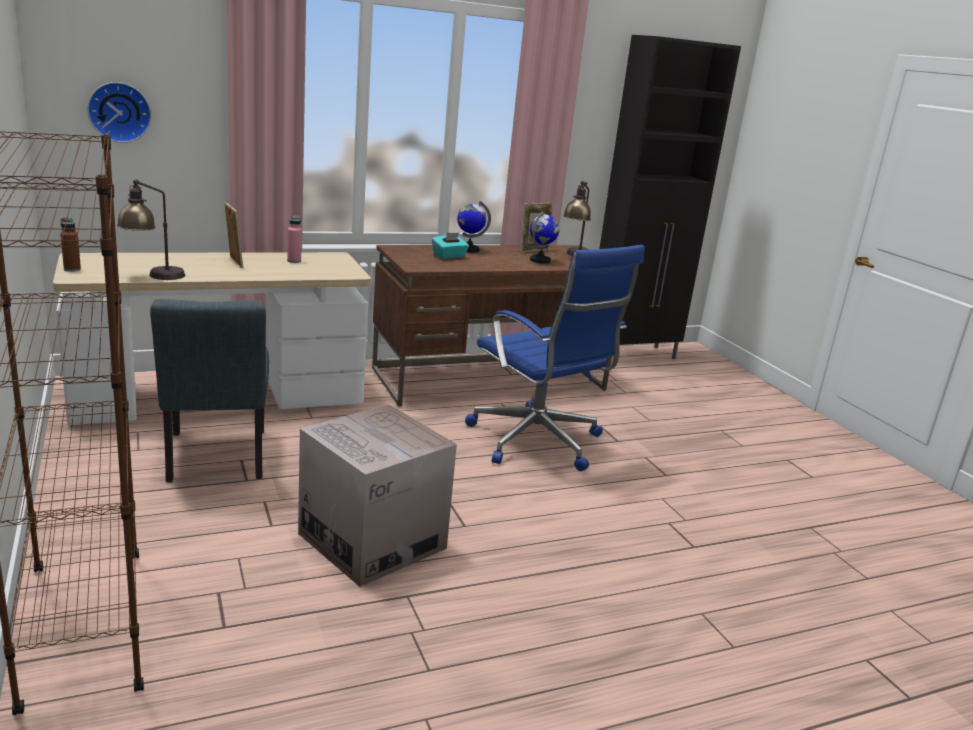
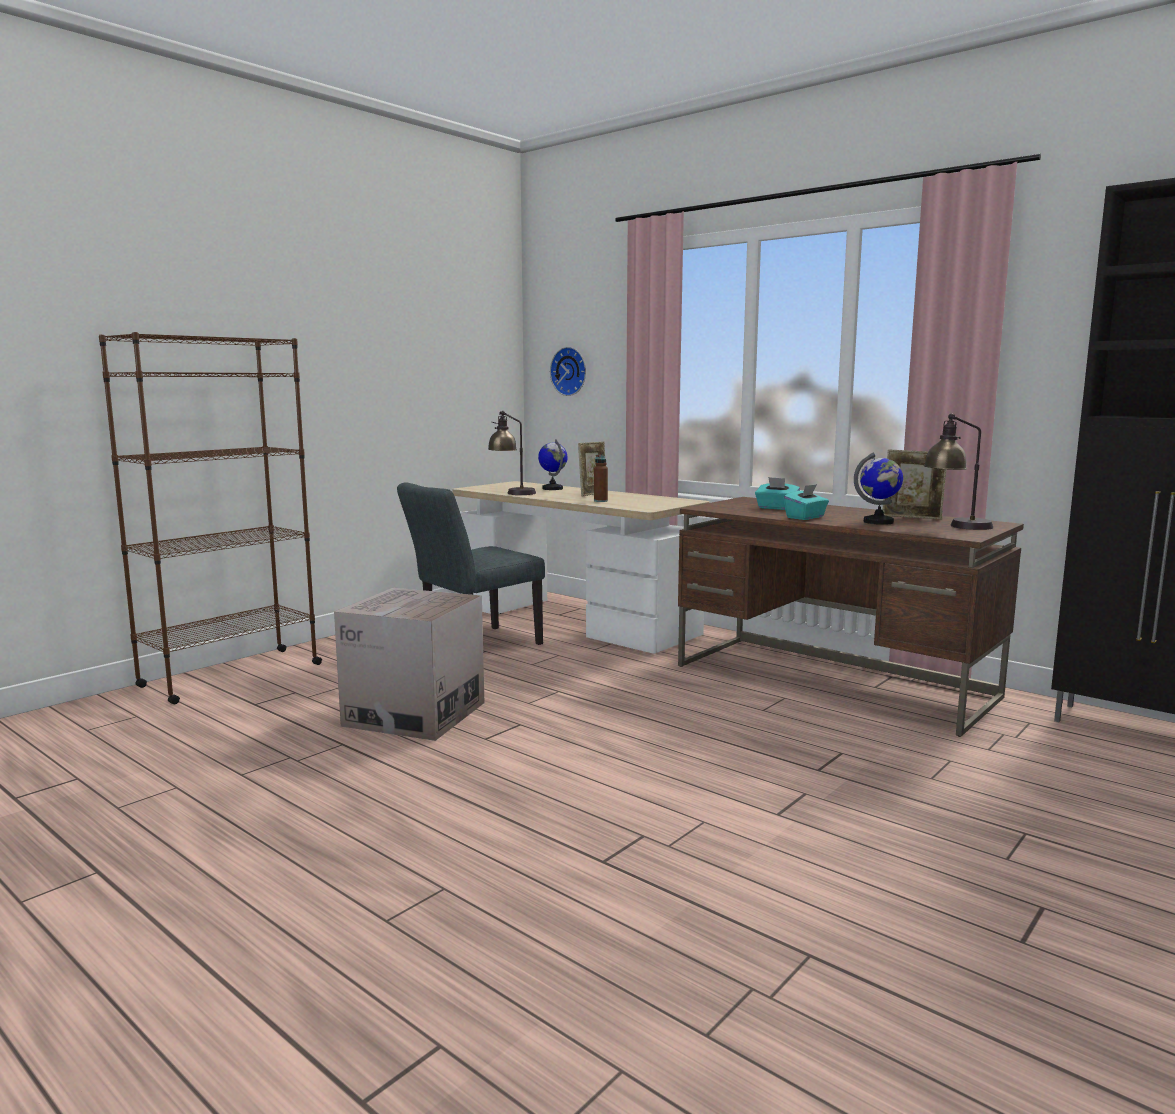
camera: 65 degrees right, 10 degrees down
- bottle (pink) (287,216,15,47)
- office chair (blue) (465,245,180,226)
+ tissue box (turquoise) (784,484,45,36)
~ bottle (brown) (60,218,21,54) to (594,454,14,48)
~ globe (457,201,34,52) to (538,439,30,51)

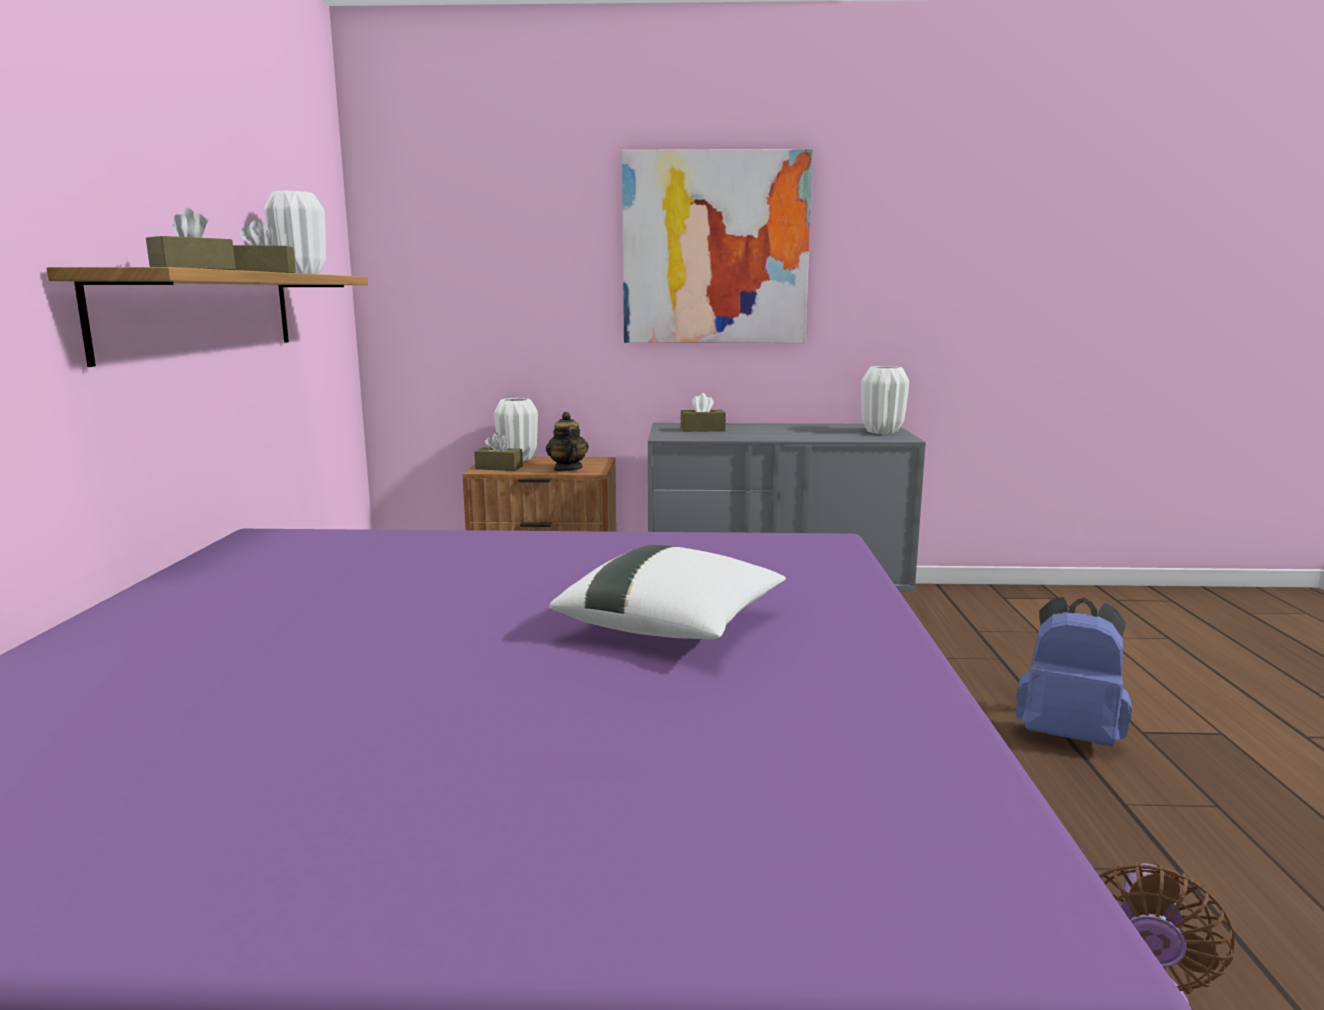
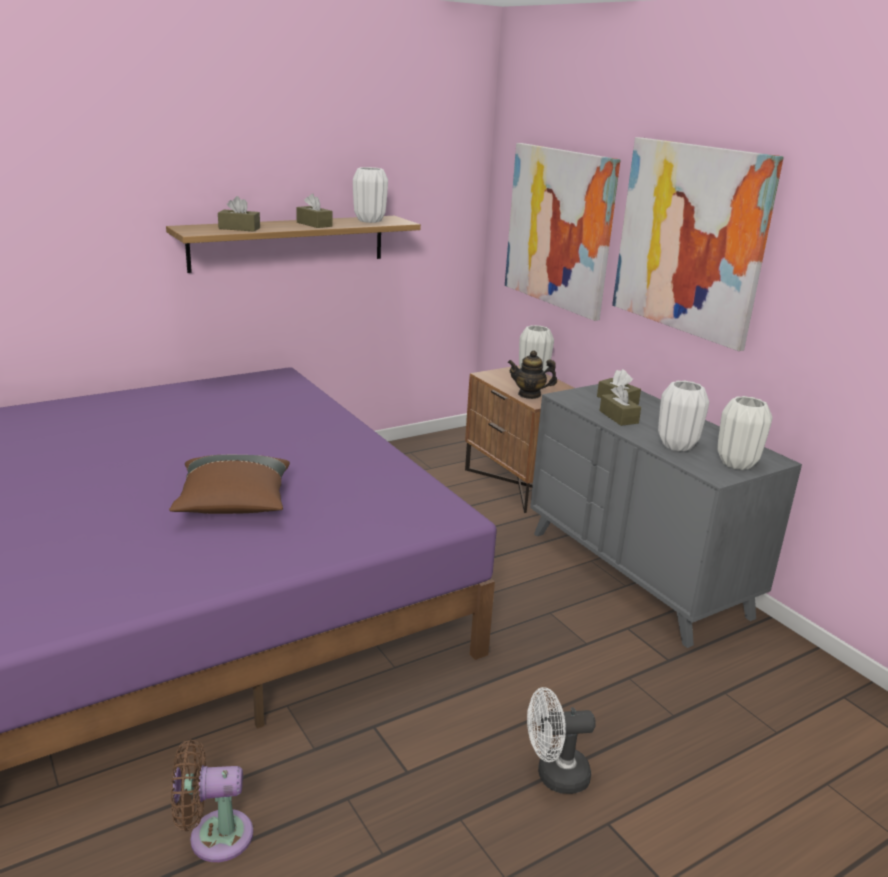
camera: 55 degrees right, 10 degrees up
+ picture (505,143,115,178)
+ vase (white) (658,381,51,70)
~ tissue box (brown) (474,432,49,39) to (599,385,42,41)
~ backpack (blue) (1016,597,116,149) to fan (white) (527,687,69,107)
~ pillow (white) (549,545,237,94) to pillow (brown) (169,455,121,59)
~ teapot (546,412,43,59) = (508,351,49,48) 120 degrees counterclockwise

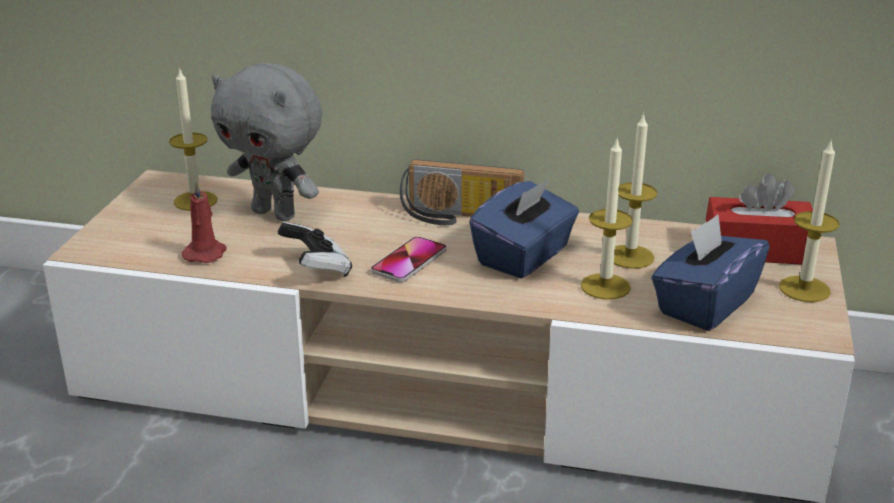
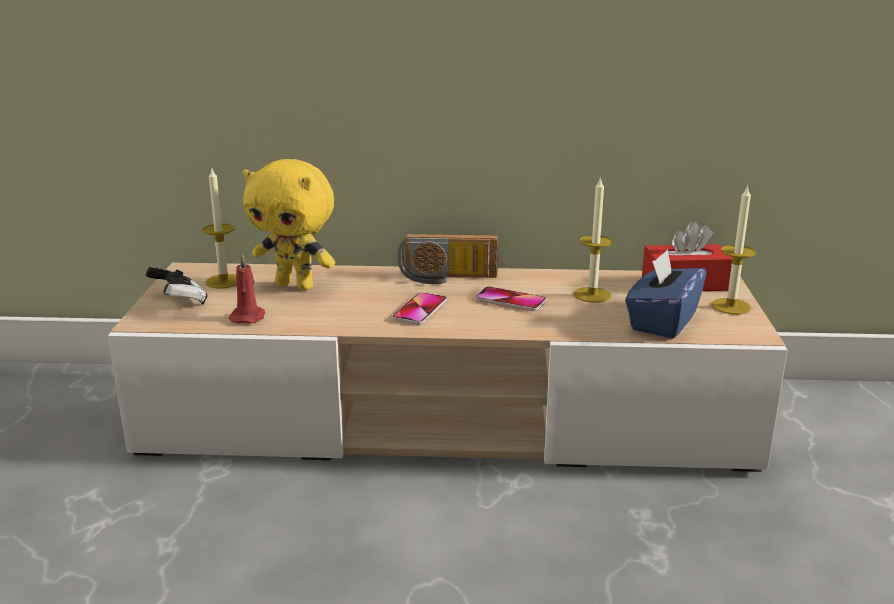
camera: 10 degrees left, 5 degrees down
- candle (581,137,52,163)
~ game controller (278,222,74,55) to (146,267,61,38)
~ tissue box (blue) (469,178,110,100) to phone (475,287,71,24)
~ plush toy (grey) (211,63,111,158) to plush toy (yellow) (243,159,92,131)

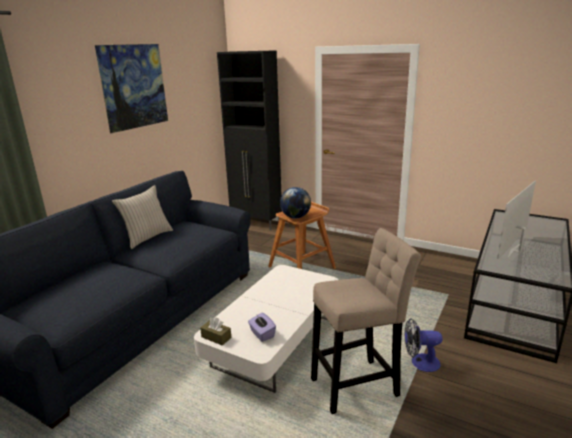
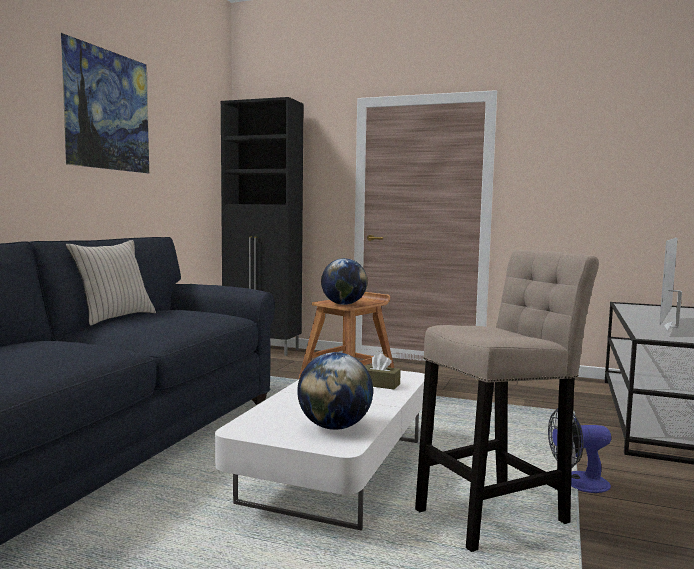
camera: 10 degrees left, 15 degrees down
~ tissue box (brown) (200,317,31,29) to (365,354,36,36)
~ tissue box (purple) (248,313,28,29) to globe (297,352,76,78)

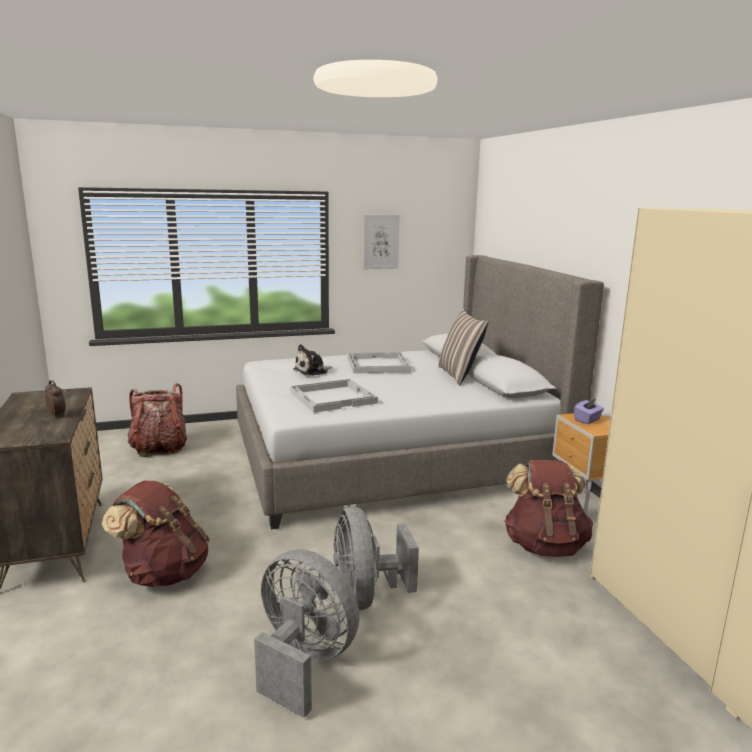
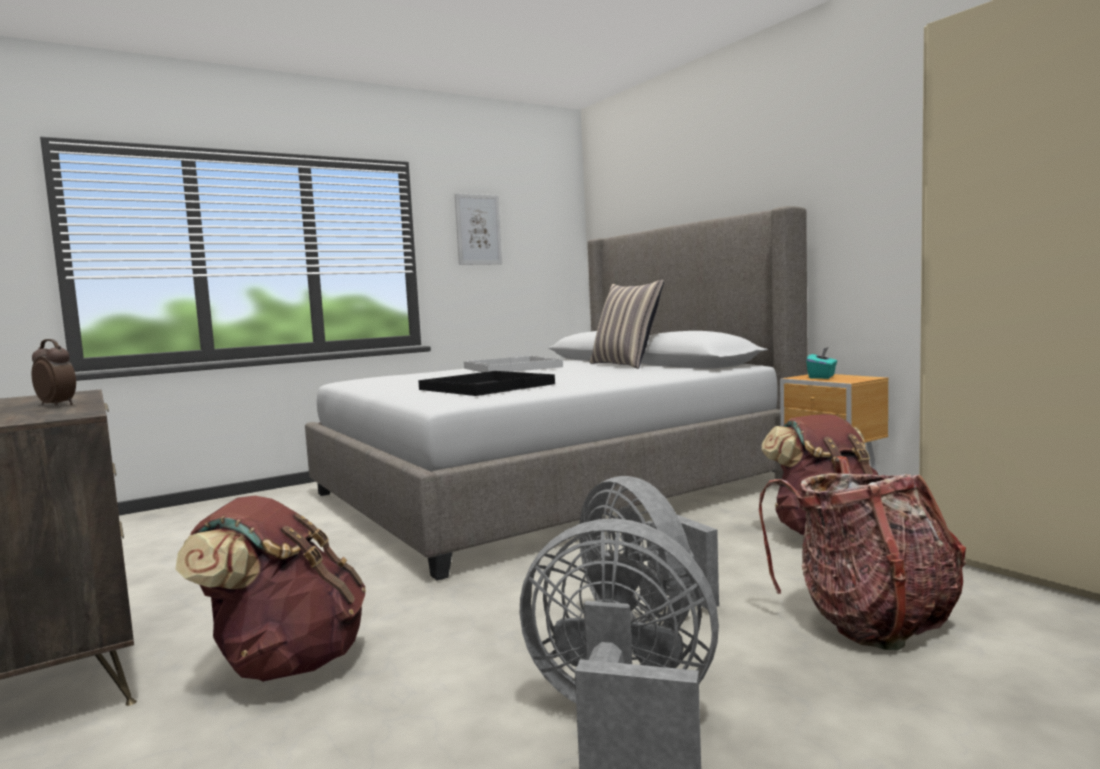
camera: 15 degrees left, 10 degrees down
- plush toy (294,344,38,32)
~ backpack (128,383,59,74) to (759,456,207,194)
~ tray (white) (290,379,88,34) to tray (black) (418,371,137,25)
~ tissue box (purple) (574,398,30,26) to tissue box (turquoise) (806,347,31,32)

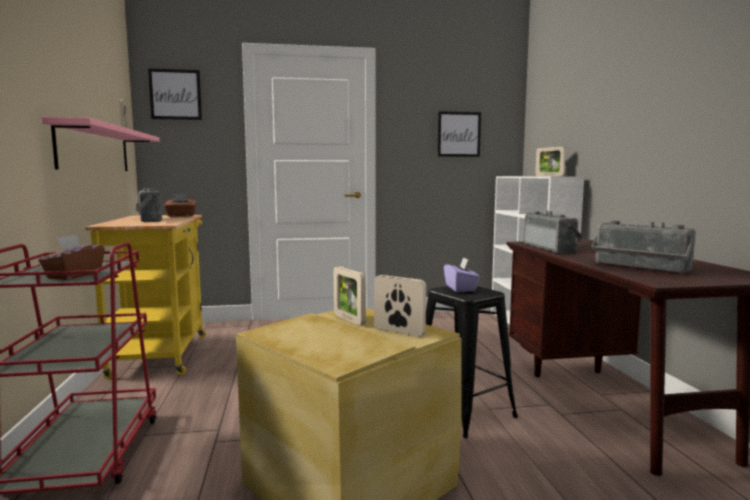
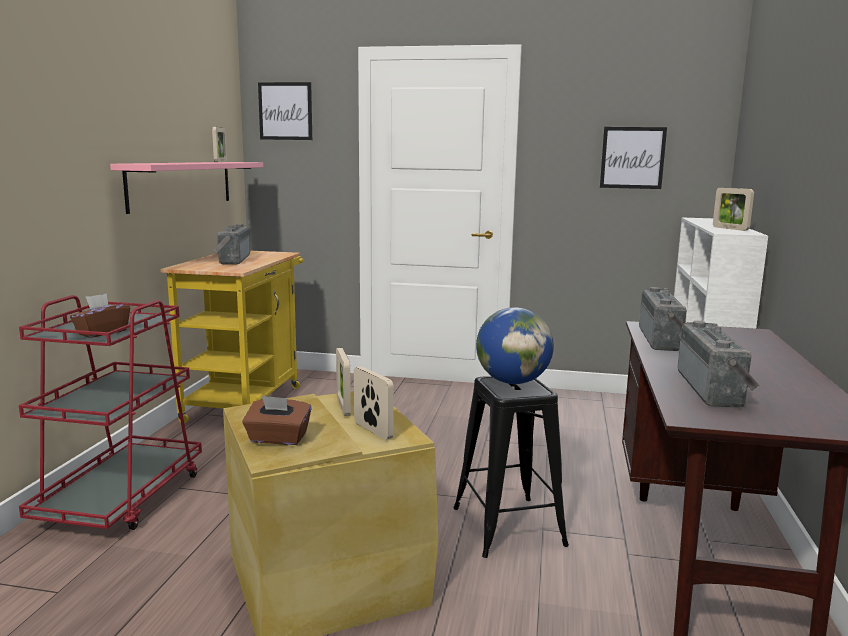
camera: 20 degrees right, 5 degrees up
~ tissue box (brown) (164,194,33,23) to (242,396,70,49)
~ tissue box (purple) (444,257,36,35) to globe (476,307,78,77)
~ radio (591,221,105,53) = (677,321,82,87) 150 degrees counterclockwise

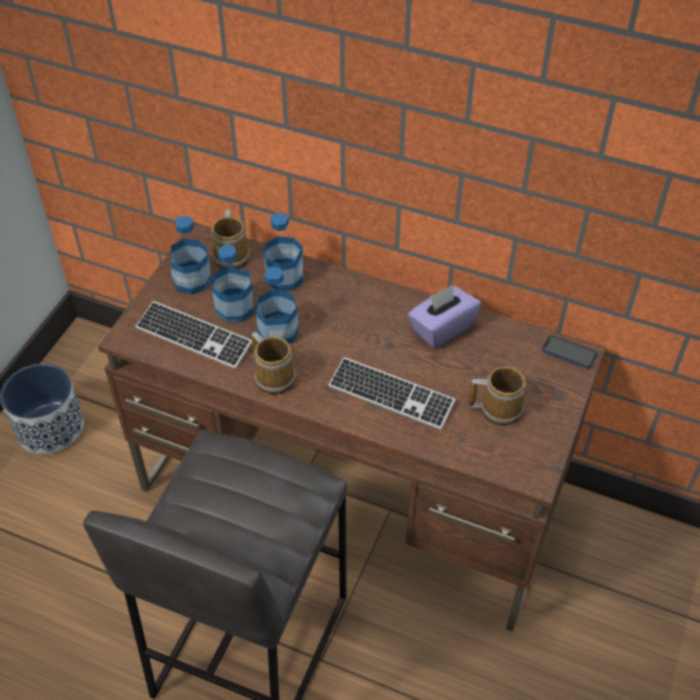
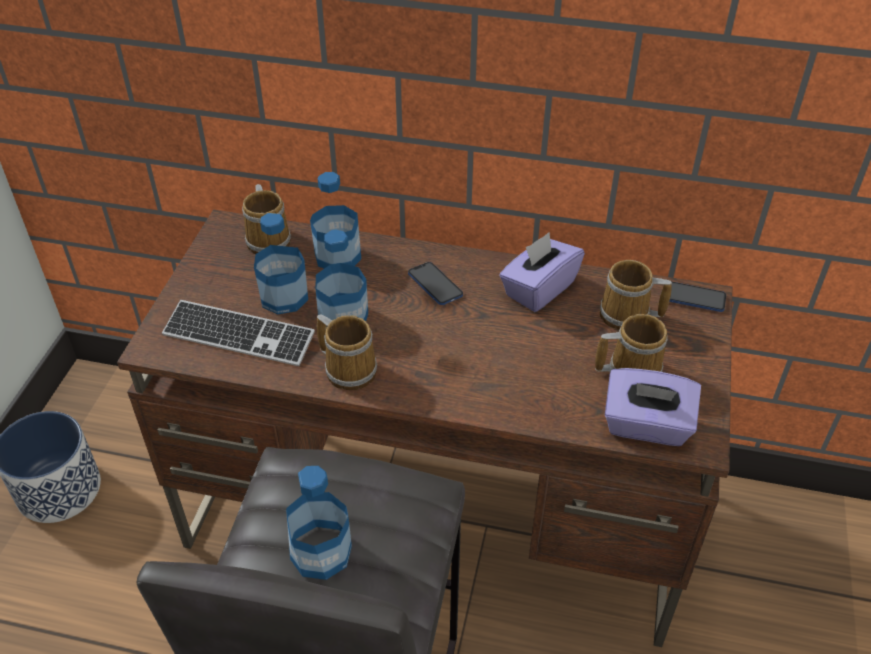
camera: 10 degrees left, 5 degrees down
- keyboard (328,357,127,73)
+ phone (408,262,55,43)
+ mug (600,260,72,70)
+ tissue box (purple) (605,368,96,78)
~ bottle (170,216,42,79) to (286,466,66,114)

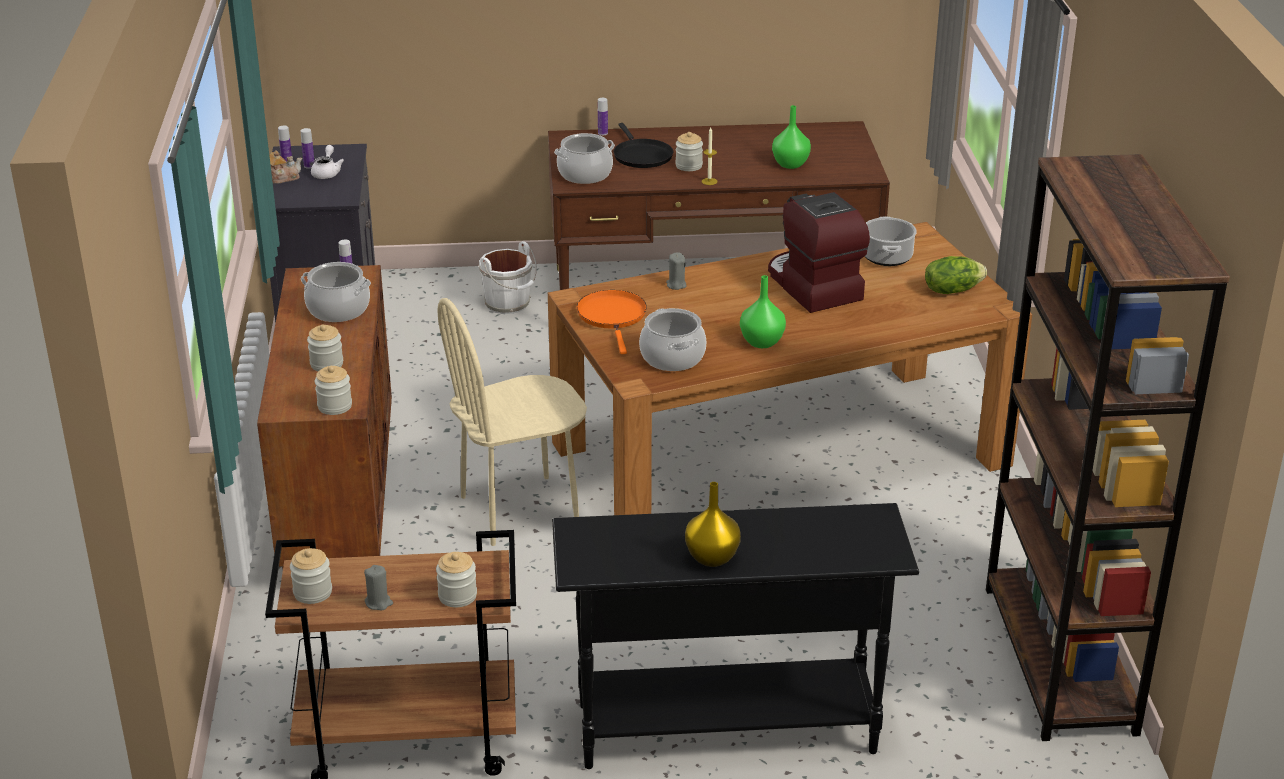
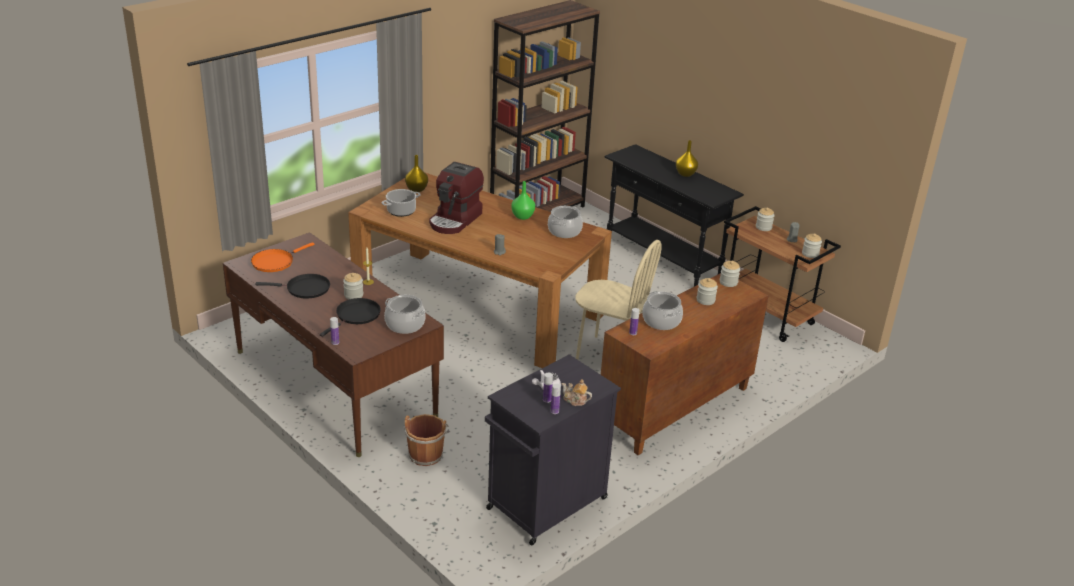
camera: 130 degrees left, 0 degrees up
- vase (green) (772,105,39,64)
+ frying pan (black) (255,274,75,24)
~ frying pan (orange) (577,290,70,64) to (251,242,63,30)
~ lettuce (925,256,62,38) to vase (yellow) (405,155,23,37)
~ bucket (white) (479,241,58,73) to bucket (brown) (404,414,45,52)

